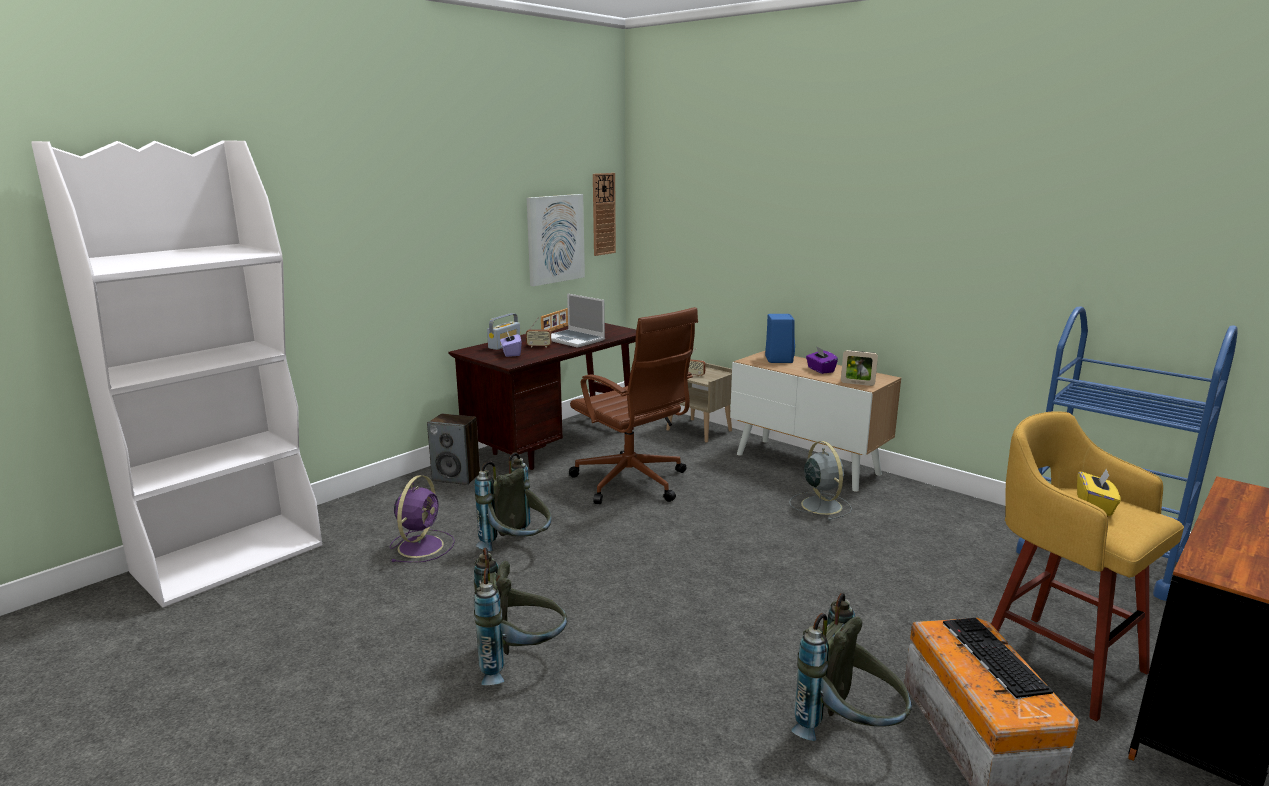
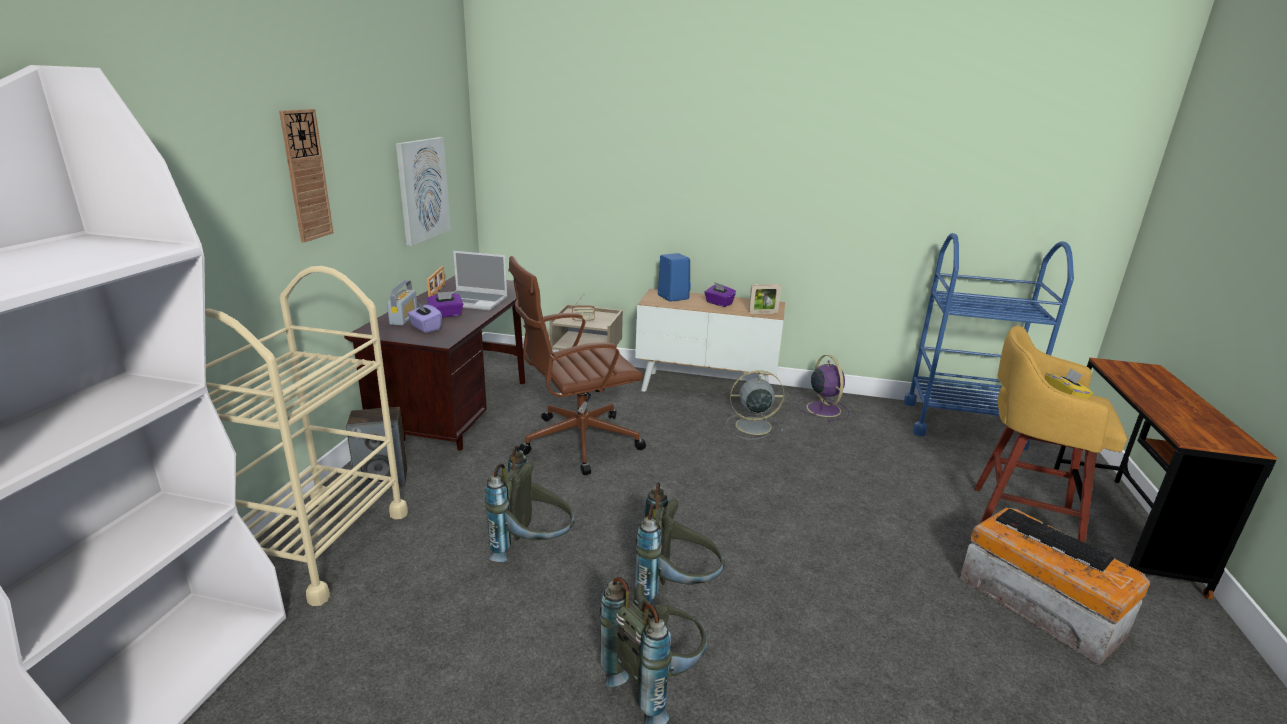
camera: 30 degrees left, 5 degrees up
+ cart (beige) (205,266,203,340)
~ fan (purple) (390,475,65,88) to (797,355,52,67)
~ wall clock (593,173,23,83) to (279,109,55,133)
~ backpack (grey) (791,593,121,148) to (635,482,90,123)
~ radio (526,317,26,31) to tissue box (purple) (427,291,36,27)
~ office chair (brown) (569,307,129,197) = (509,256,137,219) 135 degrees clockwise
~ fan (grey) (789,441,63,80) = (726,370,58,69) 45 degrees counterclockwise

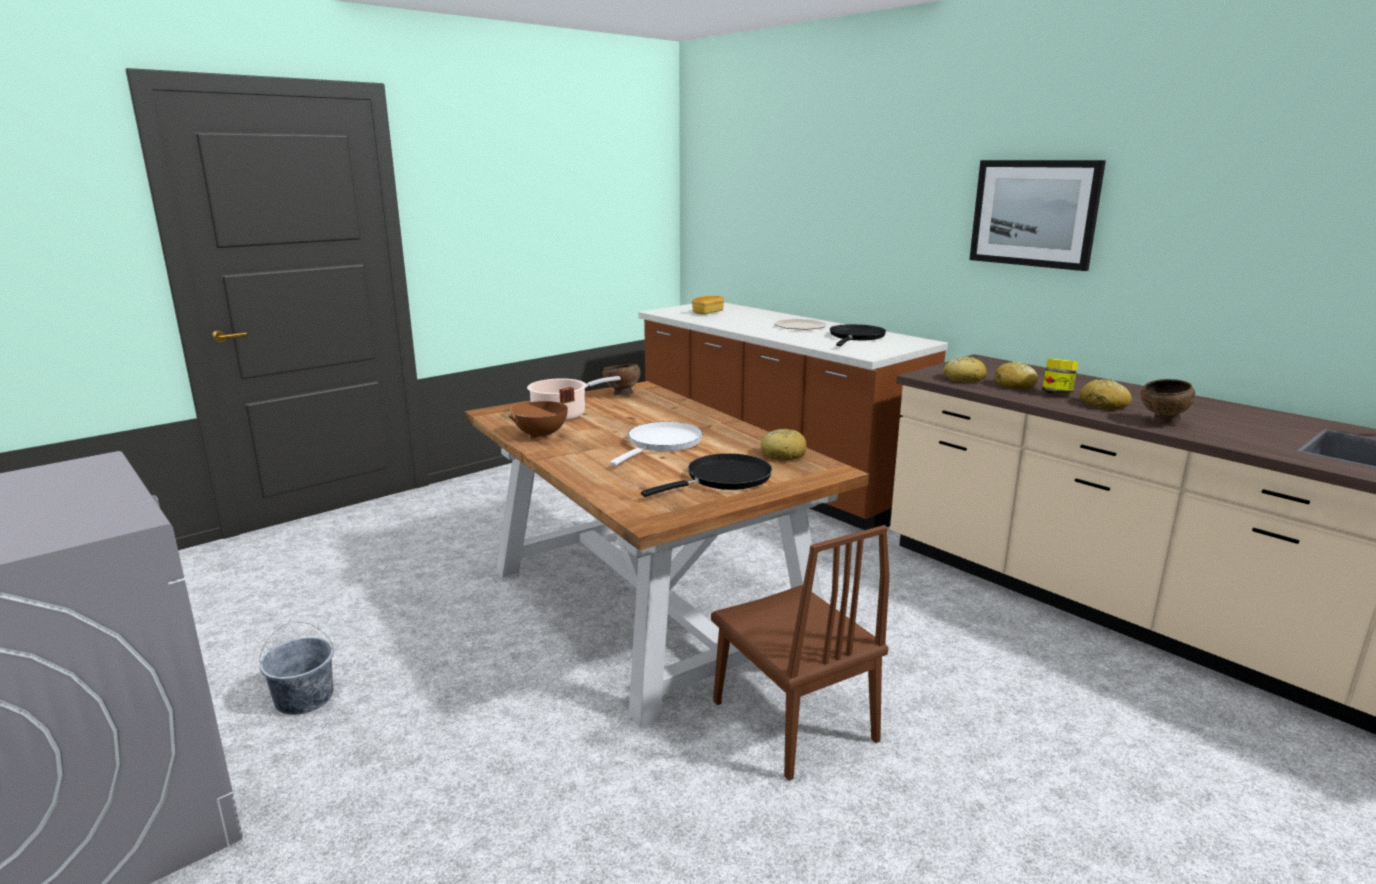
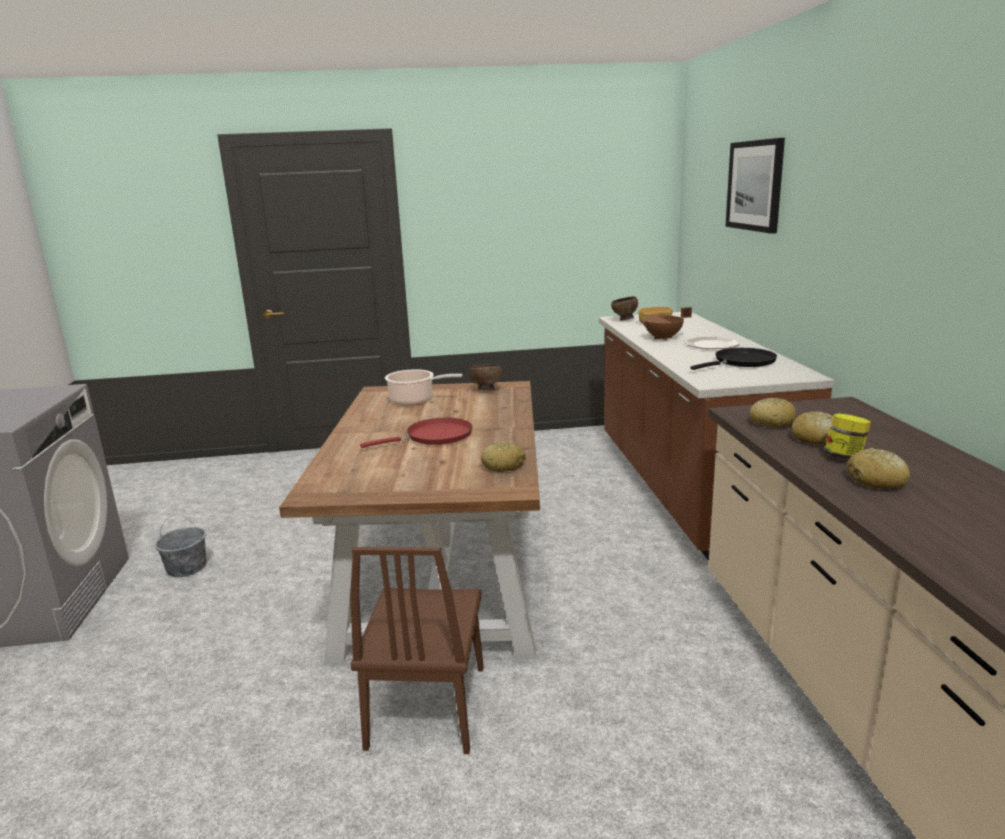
camera: 35 degrees right, 0 degrees up
- frying pan (black) (641,453,131,44)
~ cooking pot (brown) (508,387,67,52) to (640,307,52,33)
~ picture (969,160,137,111) to (725,138,60,96)
~ bowl (brown) (1141,379,54,45) to (611,296,27,25)
~ frying pan (white) (610,422,93,44) to frying pan (red) (360,418,112,30)

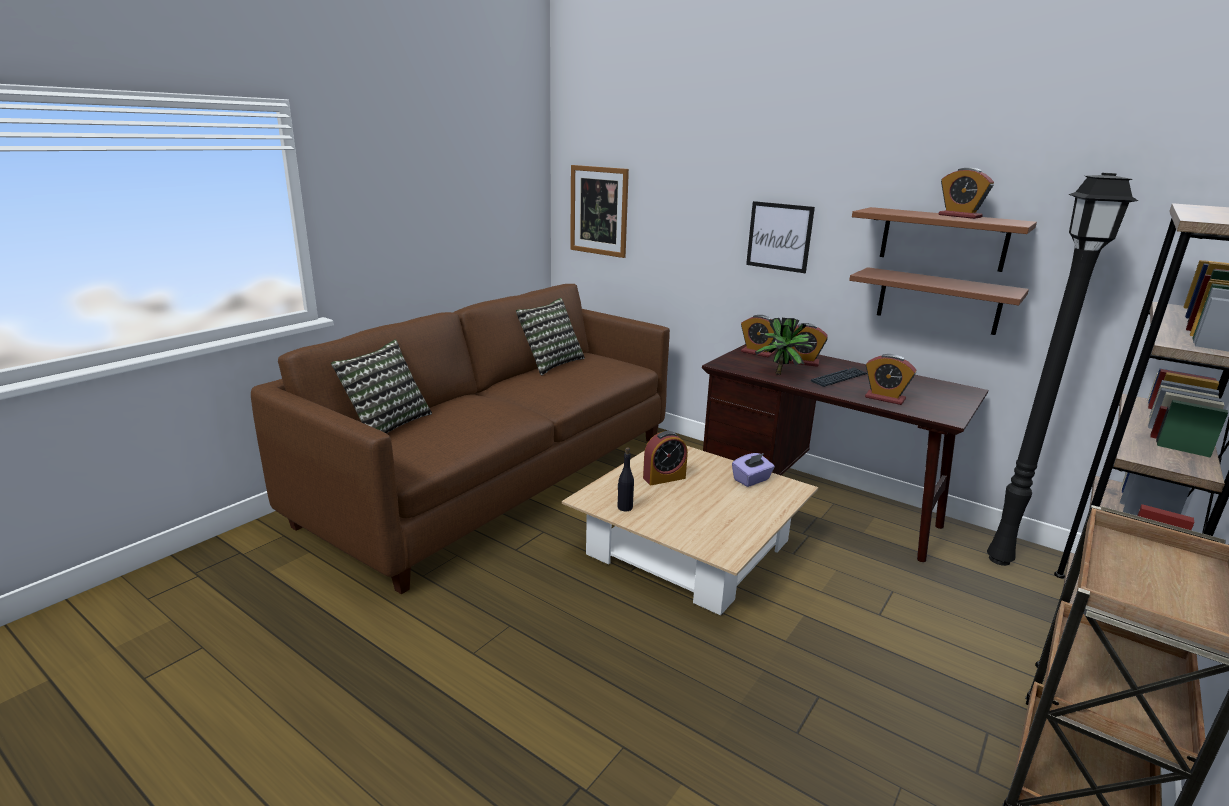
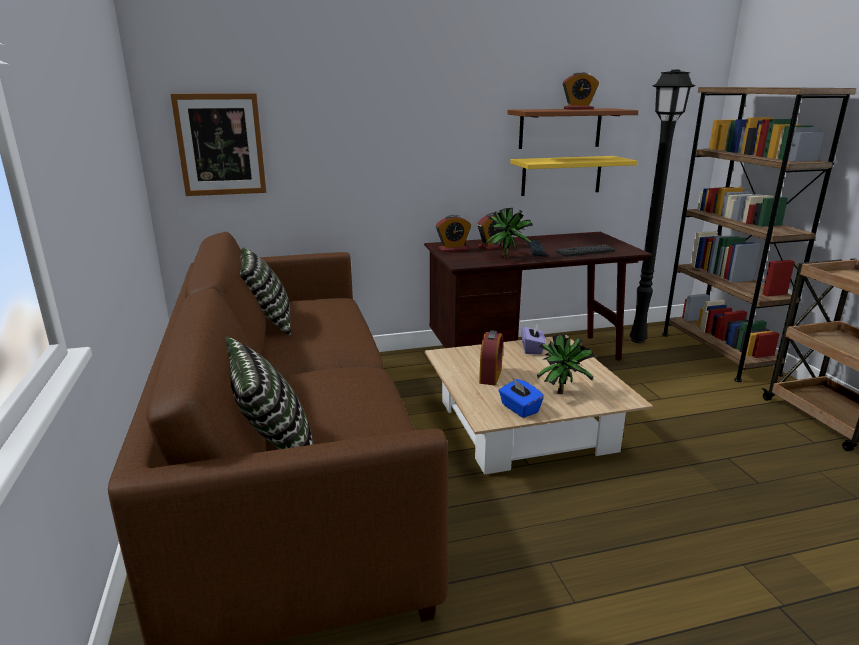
camera: 50 degrees left, 0 degrees up
- picture (746,201,69,72)
+ potted plant (537,334,58,60)
~ bottle (black) (617,448,17,64) to tissue box (blue) (499,379,45,39)
~ alarm clock (865,354,52,51) to keyboard (556,245,59,12)
~ shelf (brown) (849,267,180,68) to shelf (yellow) (510,156,127,40)

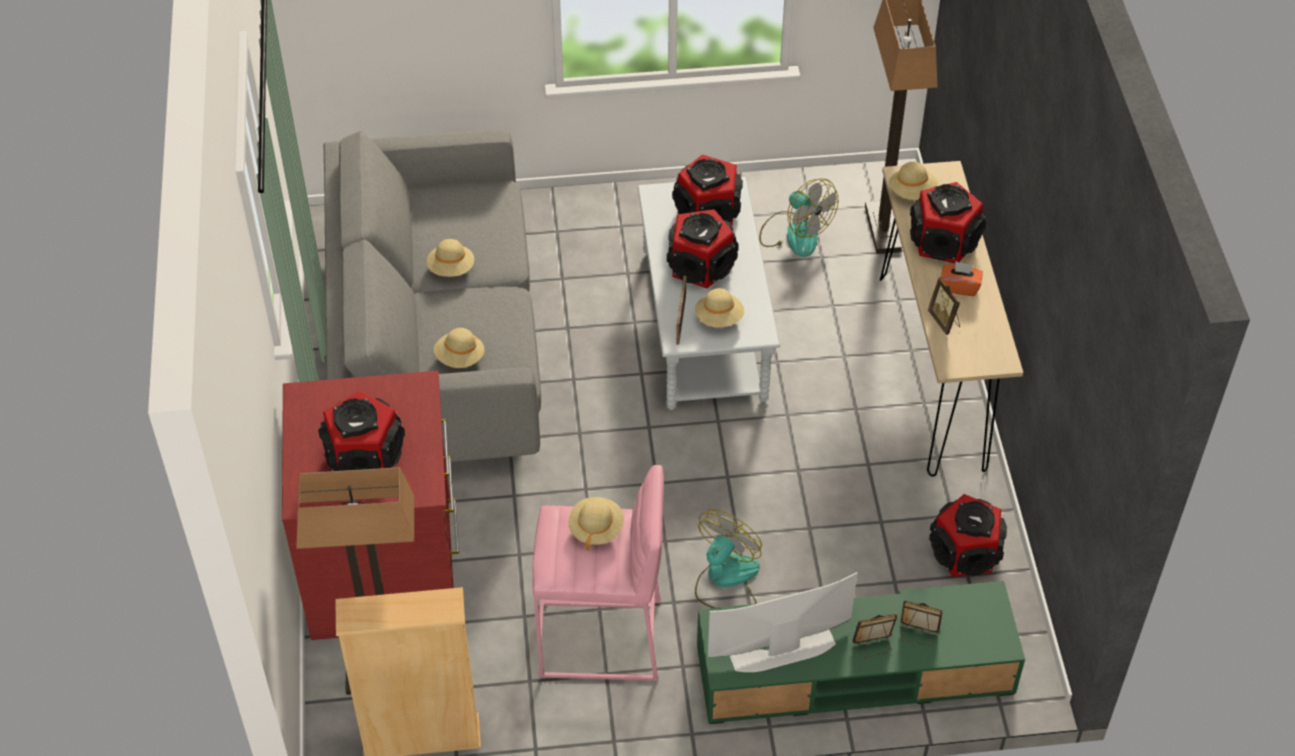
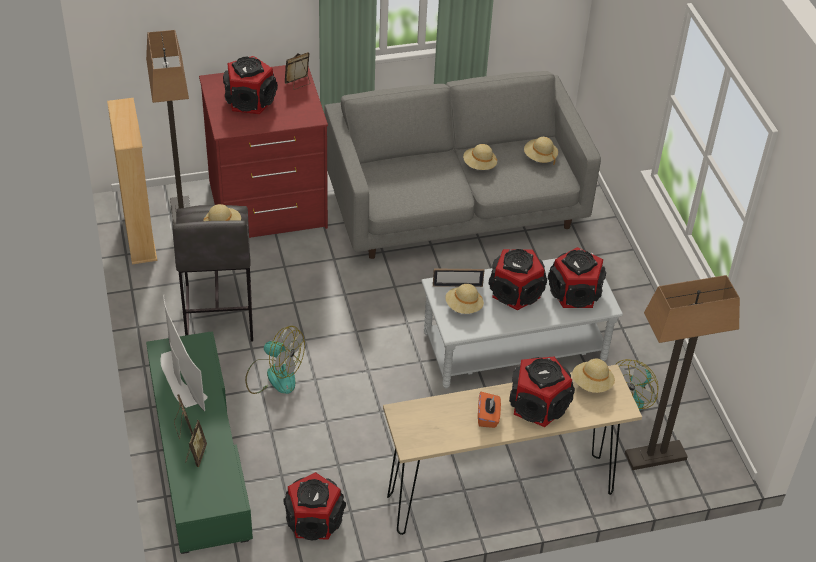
camera: 80 degrees right, 5 degrees down
~ hat (beige) (434,328,51,40) to (524,137,34,28)
~ picture frame (928,277,32,58) to (285,52,25,38)
~ stool (pink) (533,465,131,216) to stool (grey) (173,205,80,137)

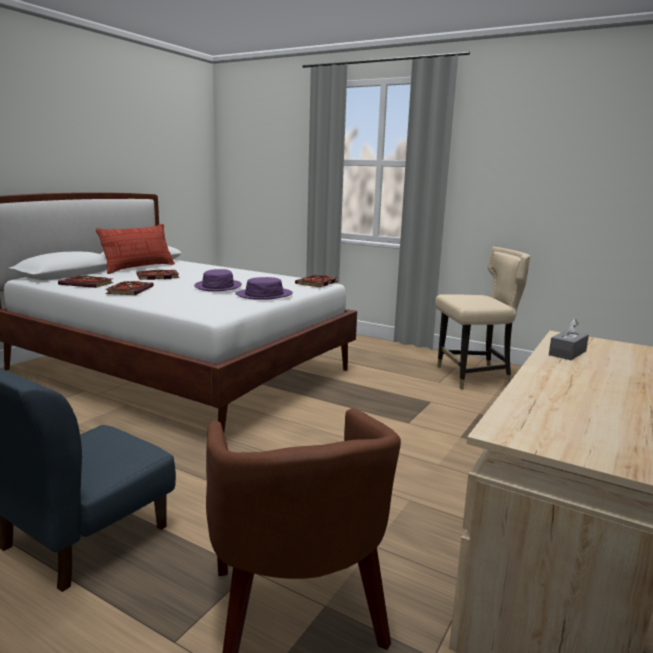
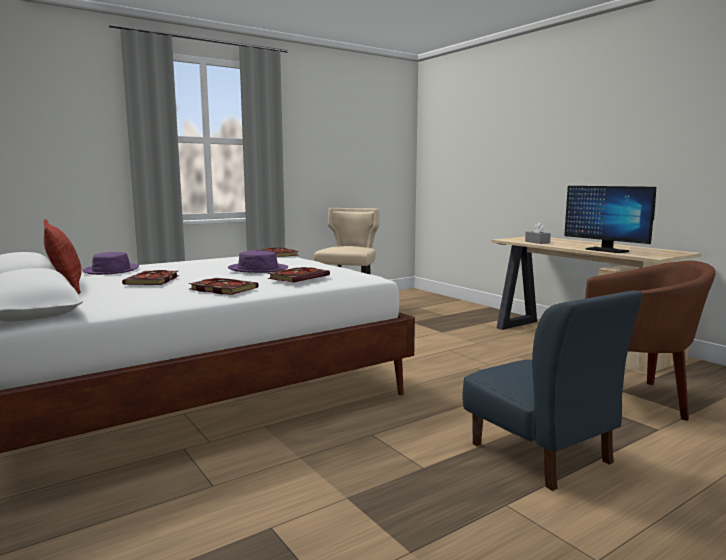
camera: 65 degrees left, 5 degrees down
+ monitor (564,186,92,67)
~ book (58,276,56,12) to (268,267,62,16)
~ hat (purple) (235,277,58,23) to (82,252,57,23)

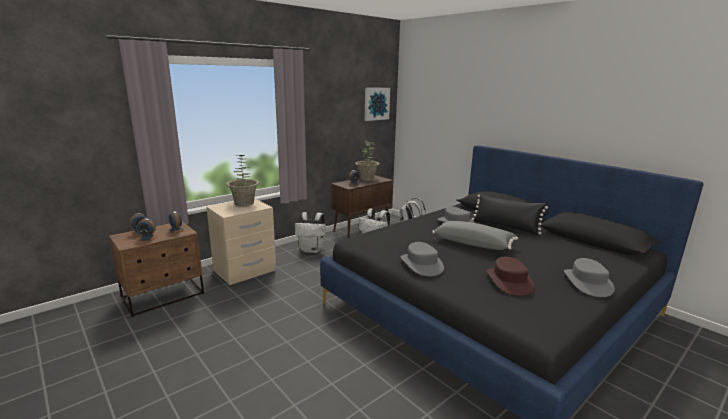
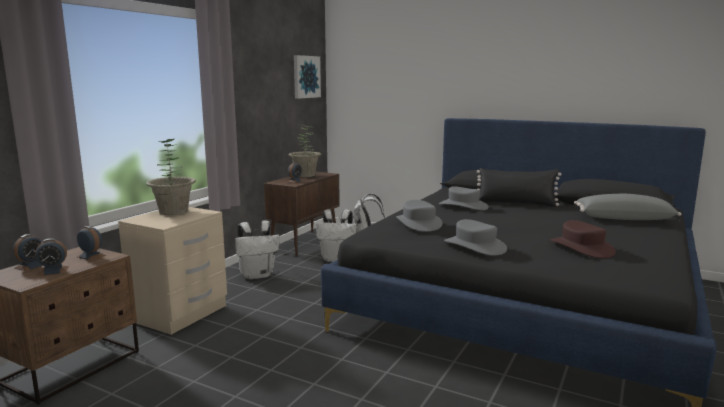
camera: 20 degrees left, 5 degrees down
~ pillow (grey) (432,221,86,29) to (574,194,107,26)
~ hat (grey) (564,258,51,39) to (396,200,46,32)

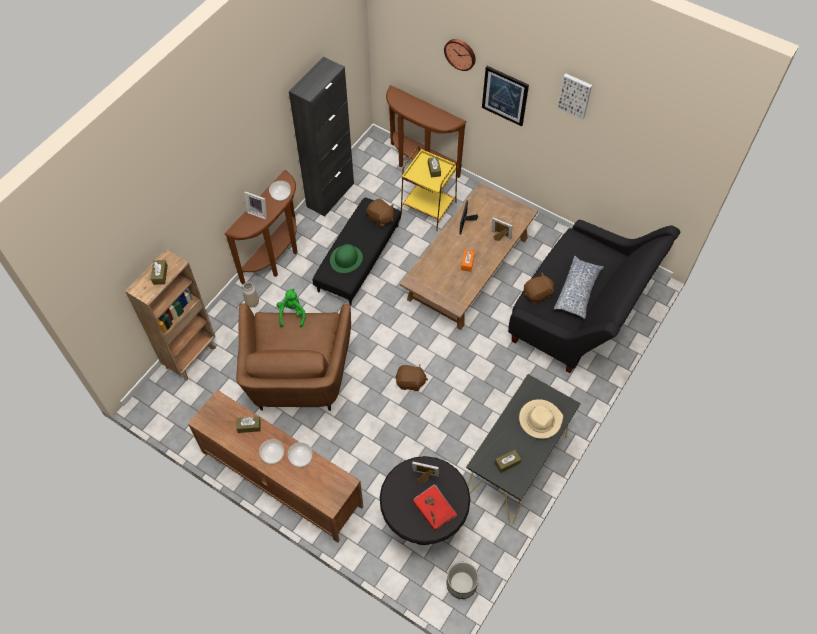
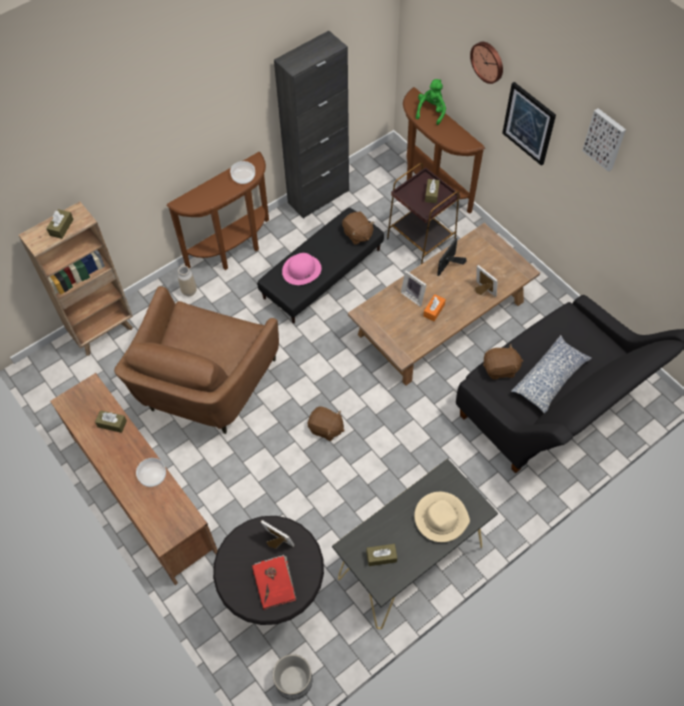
camera: 20 degrees right, 0 degrees up
- bowl (259,439,25,25)
~ picture frame (244,192,23,27) to (401,271,26,36)
~ plush toy (green) (277,289,28,39) to (416,79,30,46)
~ hat (green) (330,244,33,29) to hat (pink) (282,253,40,32)
~ side table (yellow) (401,146,57,86) to side table (brown) (387,163,74,101)

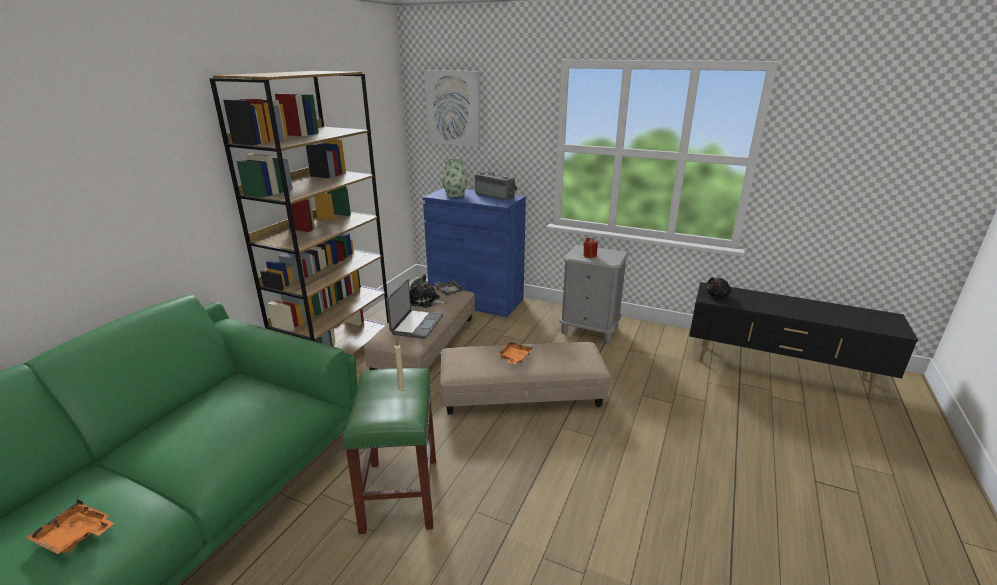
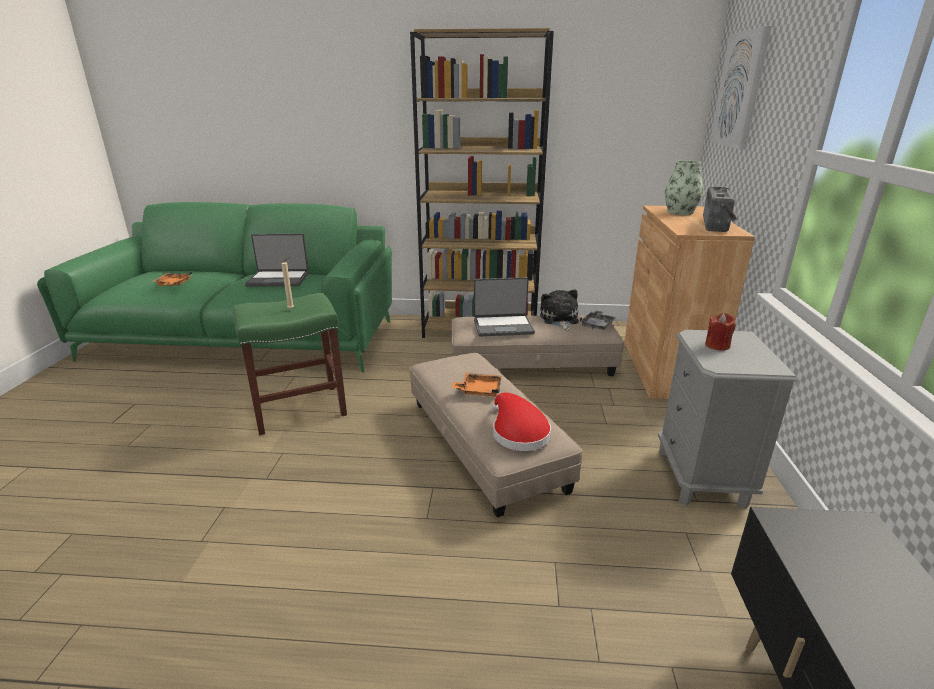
camera: 70 degrees right, 0 degrees up
- plush toy (black) (706,277,25,20)
+ laptop (245,234,63,53)
+ hat (red) (491,393,60,58)
~ cabinet (blue) (423,188,103,129) to cabinet (brown) (624,206,131,193)

